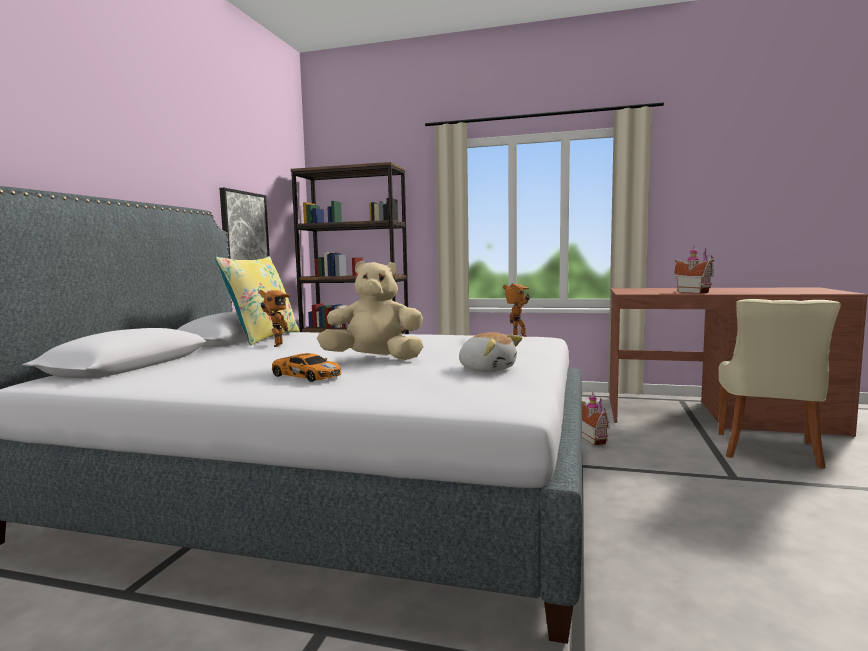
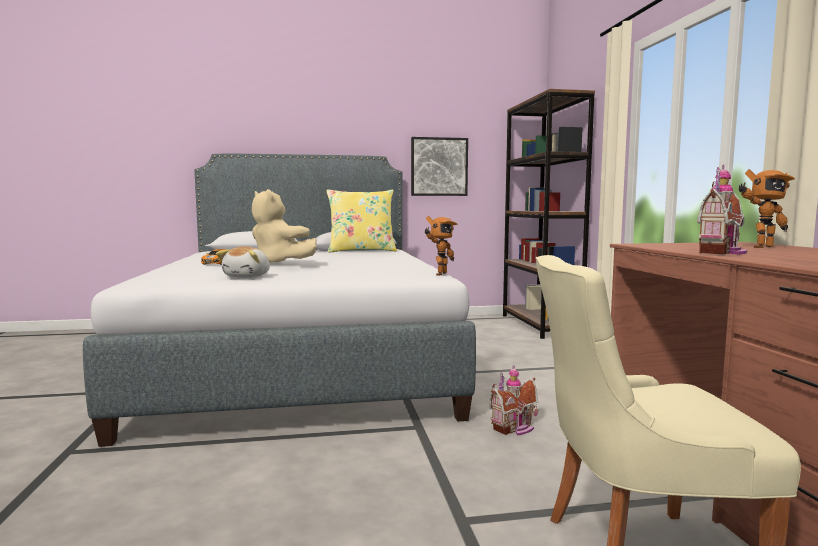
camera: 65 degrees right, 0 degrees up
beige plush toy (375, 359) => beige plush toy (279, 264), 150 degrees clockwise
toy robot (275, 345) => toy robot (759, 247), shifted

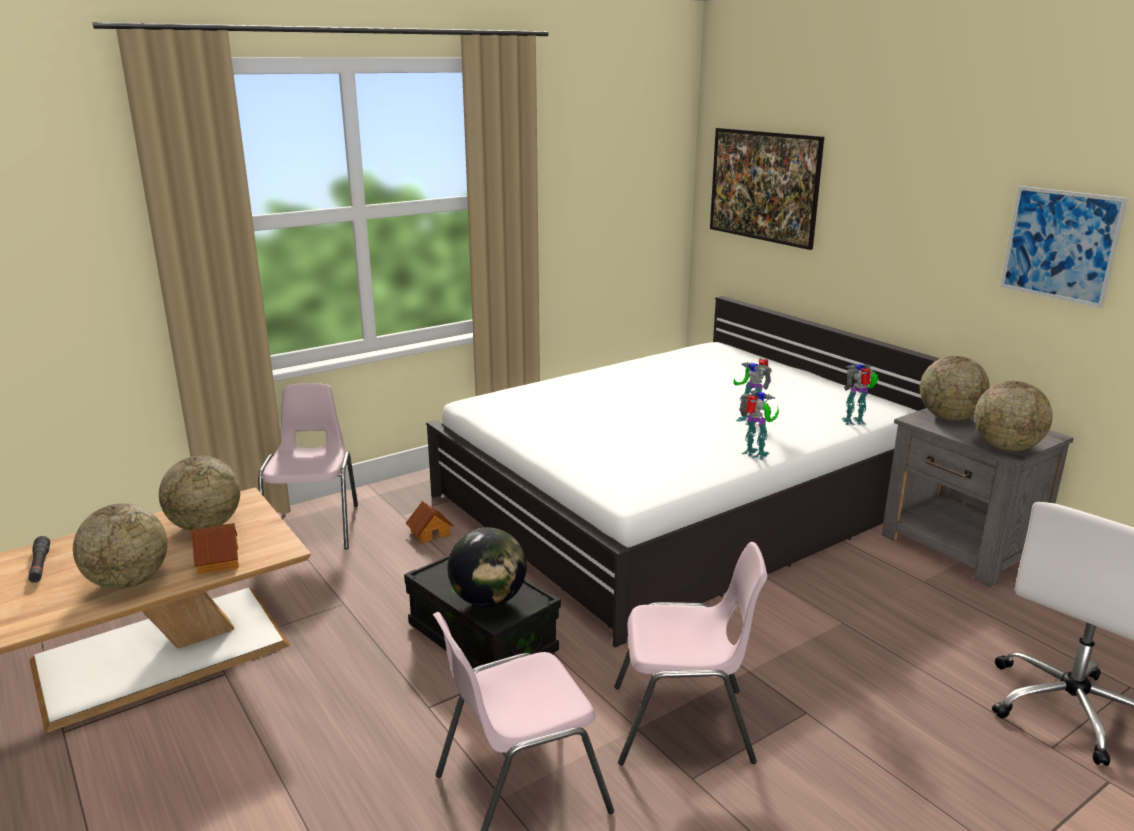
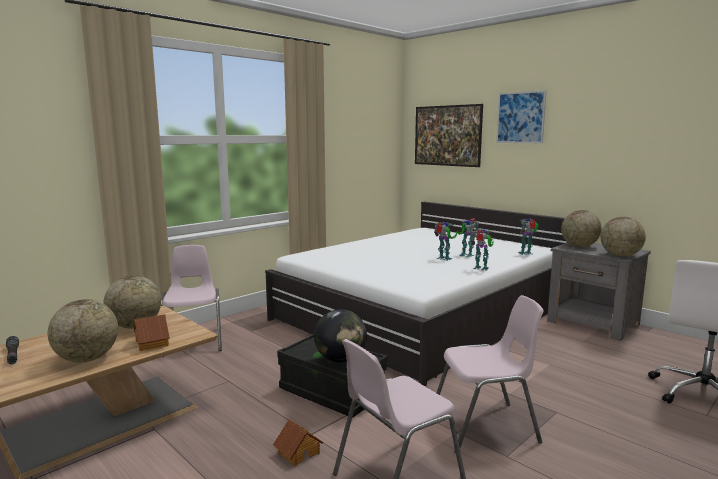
camera: 10 degrees left, 10 degrees down
picture (1060, 245) => picture (520, 117), shifted
toy house (430, 533) => toy house (298, 452), shifted
nothing => toy robot (444, 259)

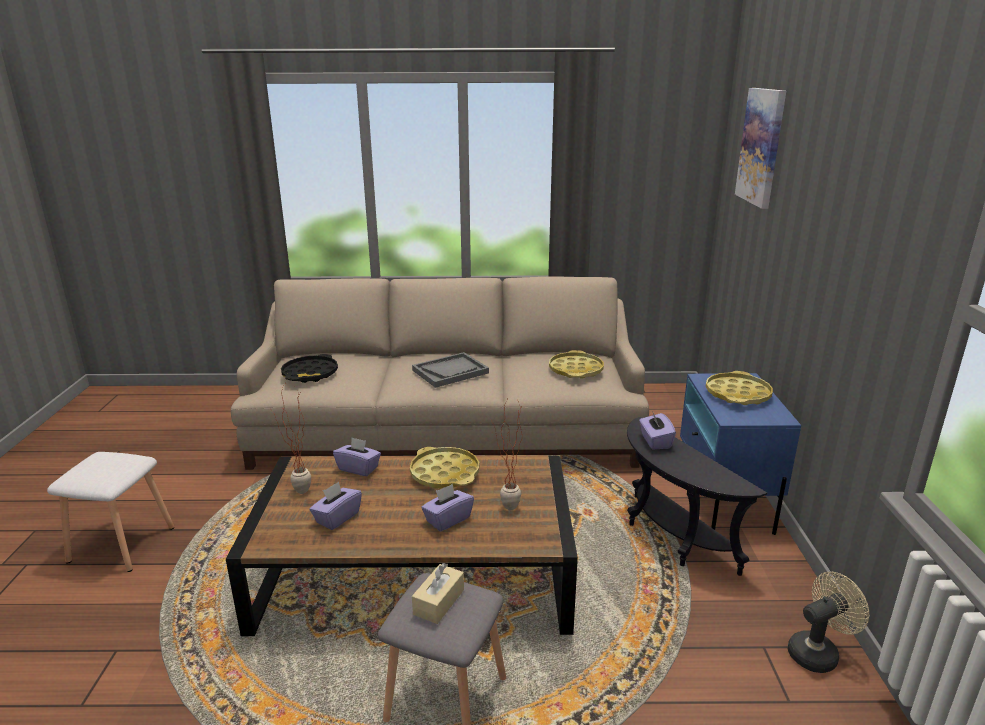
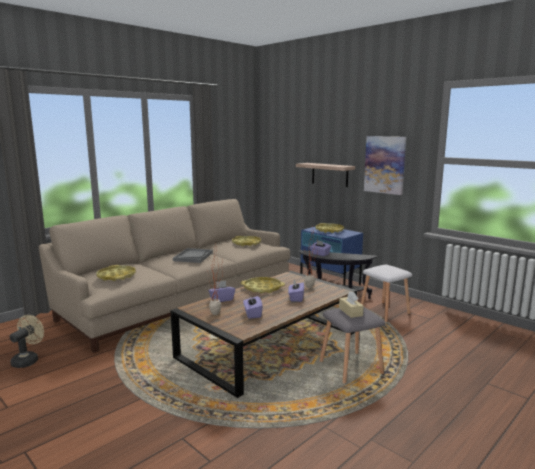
camera: 45 degrees left, 10 degrees down
picture (761, 146) => picture (385, 164), shifted
black tray (310, 374) => yellow tray (116, 276)
white stool (124, 544) => white stool (384, 312), shifted
beige fan (818, 652) => beige fan (28, 360), shifted
nothing => shelf (329, 174)

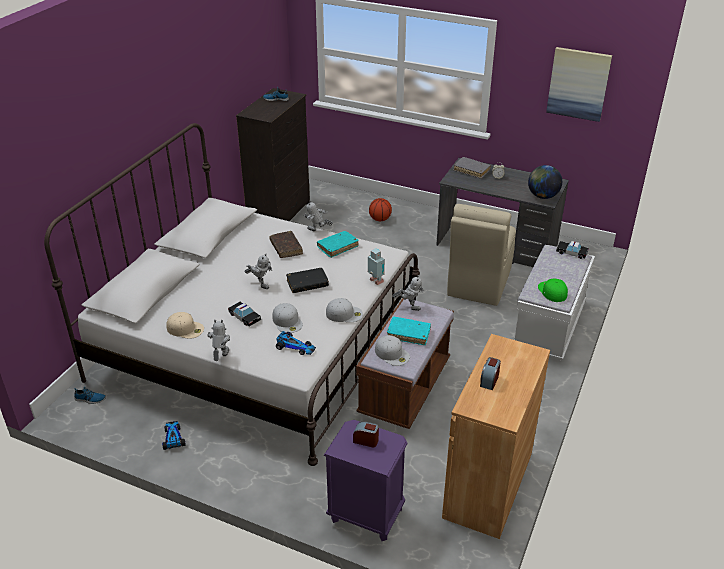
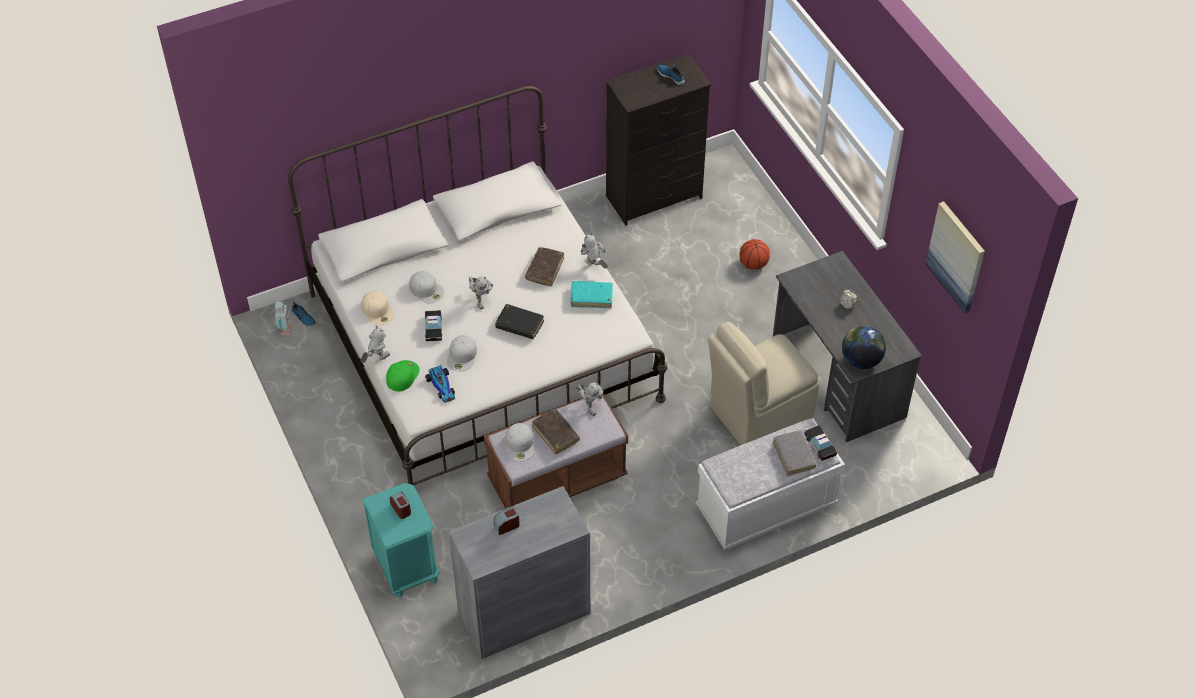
camera: 40 degrees right, 15 degrees up
grey book (471, 171) => grey book (793, 456), shifted
toy robot (376, 282) => toy robot (284, 330), shifted
green cap (552, 291) => green cap (402, 375), shifted
white cap (344, 314) => white cap (427, 289), shifted
turquoise book (408, 334) => brown book (555, 434)
brown cabinet (488, 485) => grey cabinet (524, 612)
purple nightstand (366, 515) => turquoise nightstand (406, 568)
toy car (173, 437) => nothing

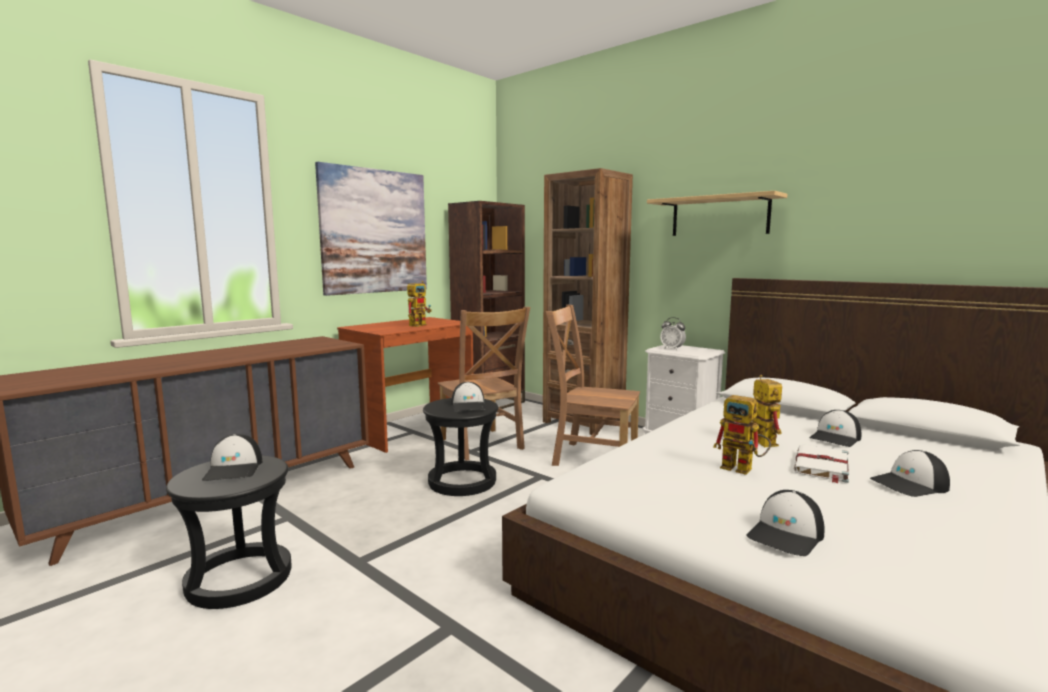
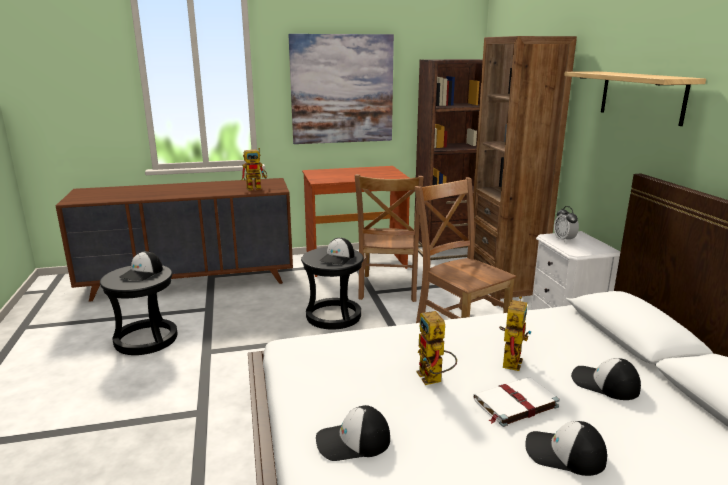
camera: 35 degrees right, 10 degrees up
toy robot (419, 325) => toy robot (257, 188), shifted
cap (836, 438) => cap (604, 383), 45 degrees clockwise

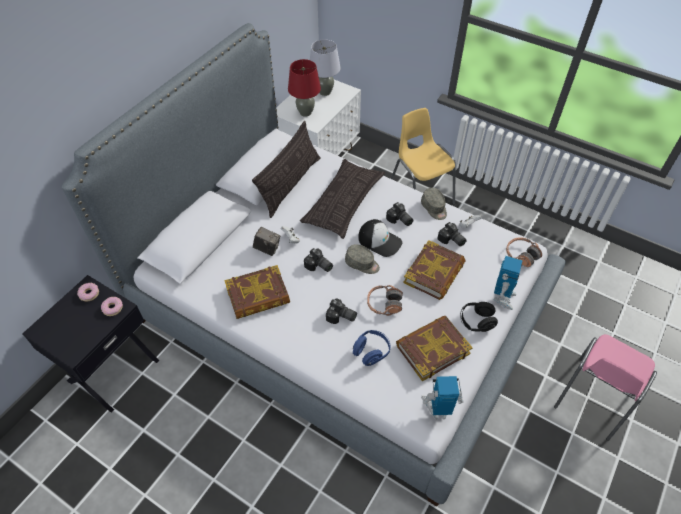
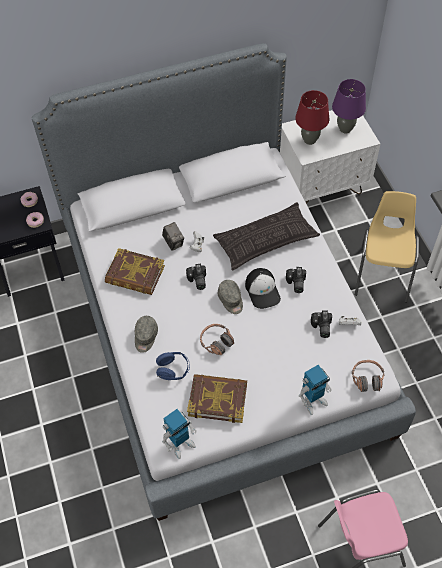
camera: 40 degrees right, 5 degrees up
grey table lamp (325, 92) => purple table lamp (345, 129)
pillow (290, 184) => nothing
grey cap (434, 208) => grey cap (145, 337), shifted
book (434, 273) => nothing
photo camera (341, 317) => nothing
black headphones (476, 322) => nothing
toy robot (438, 410) => toy robot (180, 444), 105 degrees clockwise

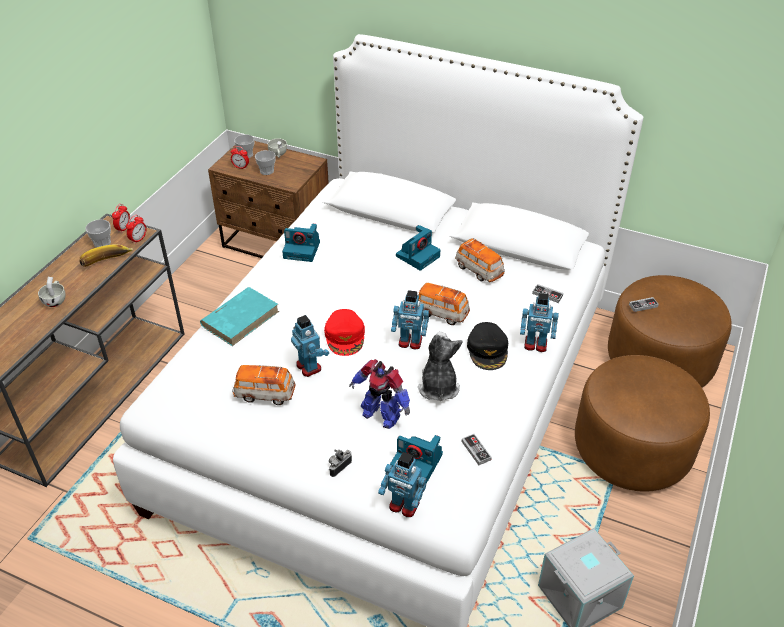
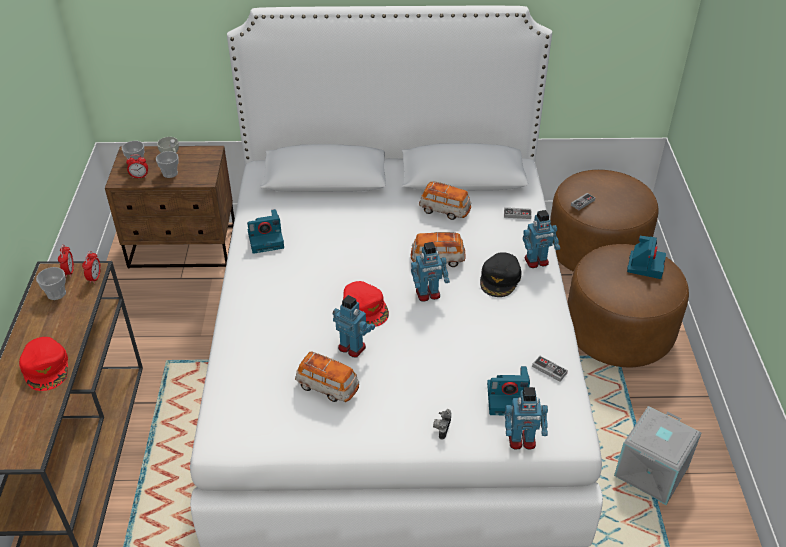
camera: 25 degrees left, 0 degrees up
photo camera (418, 256) => photo camera (645, 265), shifted
banana (107, 263) => nothing
white cup (55, 300) => red cap (46, 367)
turquoise book (241, 318) => nothing
black cap (488, 350) => black cap (500, 279), 45 degrees clockwise
plush toy (438, 387) => nothing
toy robot (381, 415) => nothing
toy car (264, 394) => toy car (327, 387), 135 degrees counterclockwise

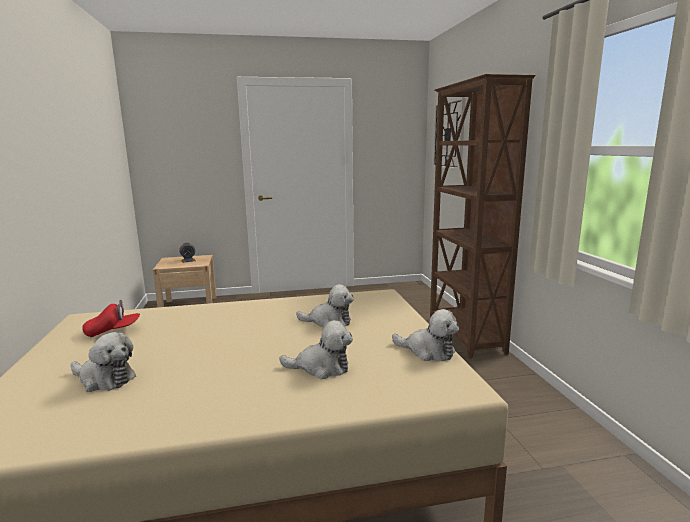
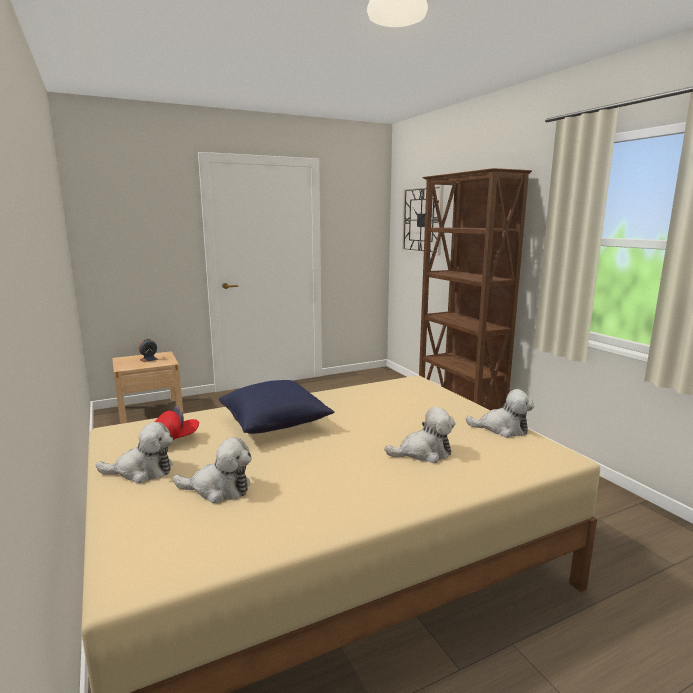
camera: 15 degrees left, 0 degrees up
plush toy (329, 322) => plush toy (142, 471), shifted
nothing => blue pillow (275, 424)

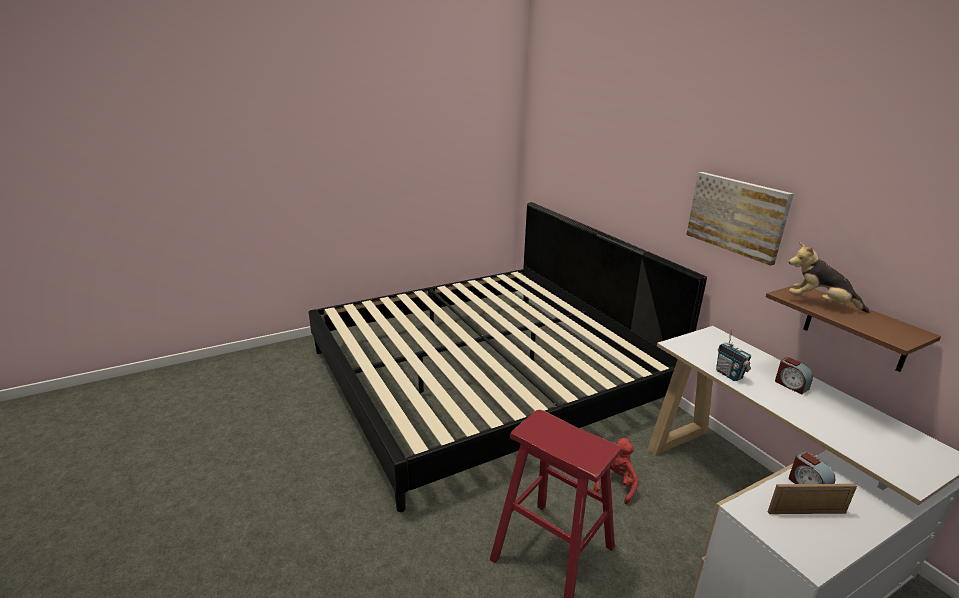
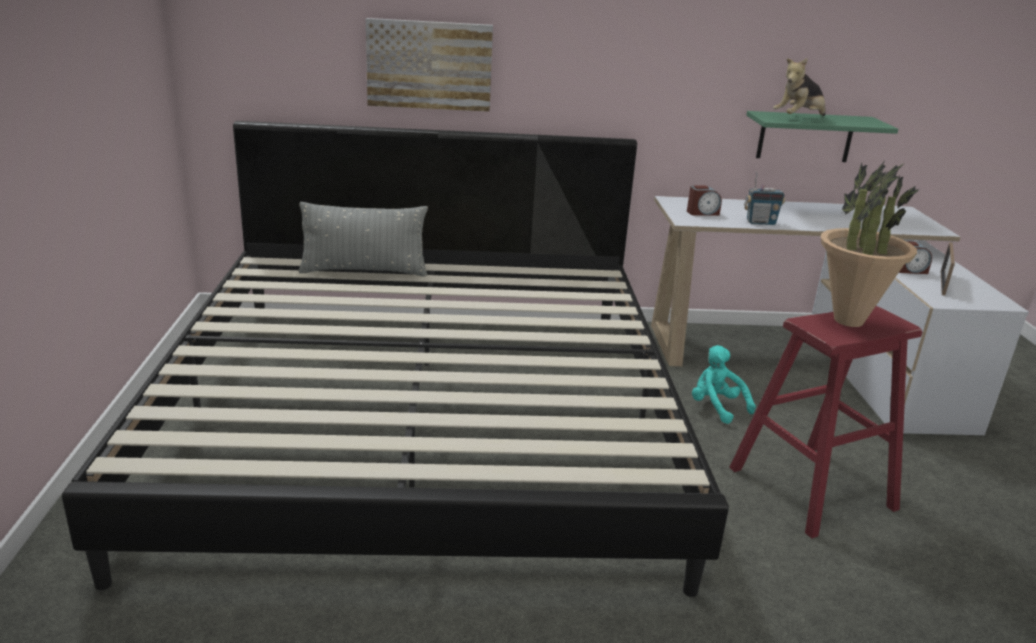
camera: 65 degrees left, 0 degrees up
picture (736, 215) => picture (429, 65), shifted
brown shelf (856, 328) => green shelf (805, 137)
alarm clock (791, 385) => alarm clock (702, 213), shifted
red plush toy (615, 483) => turquoise plush toy (716, 407)
nothing => potted plant (848, 320)
nothing => grey pillow (364, 271)

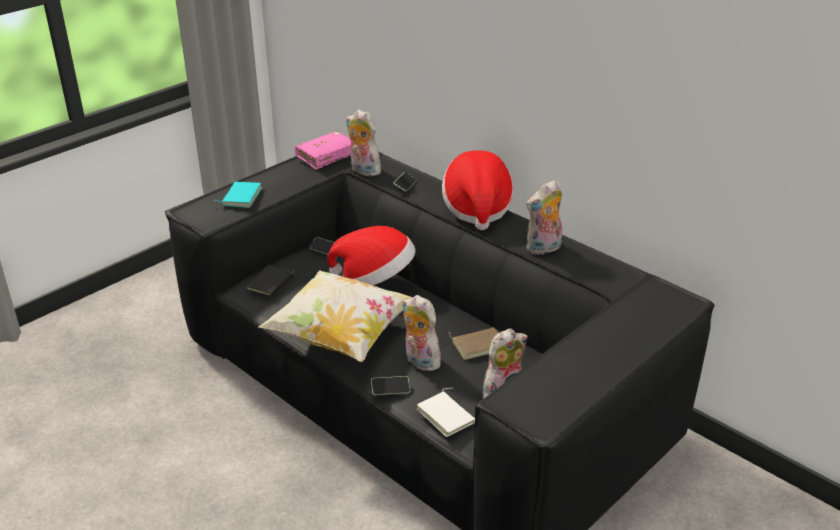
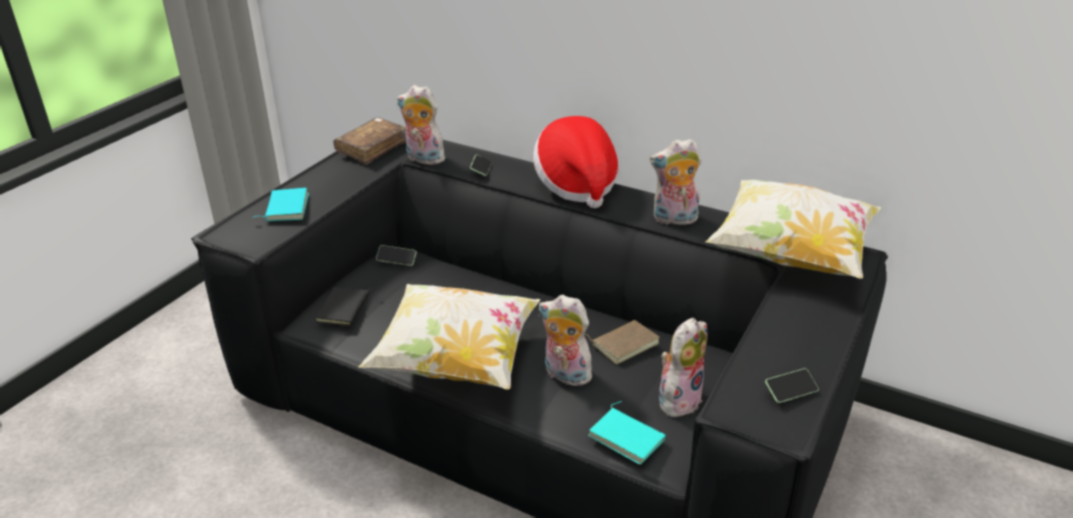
camera: 15 degrees left, 0 degrees up
pink book (326, 156) => brown book (371, 148)
plush toy (543, 249) => plush toy (674, 220), 45 degrees clockwise
hat (375, 279) => nothing
phone (390, 390) => phone (790, 391), shifted
white book (447, 415) => turquoise book (628, 437)
nothing => pillow (790, 255)

